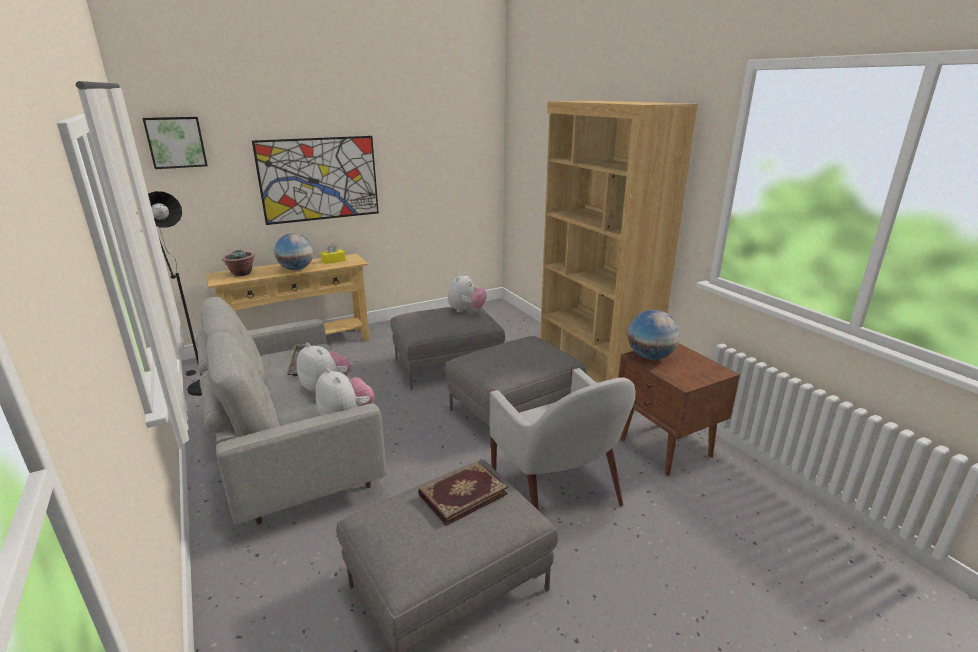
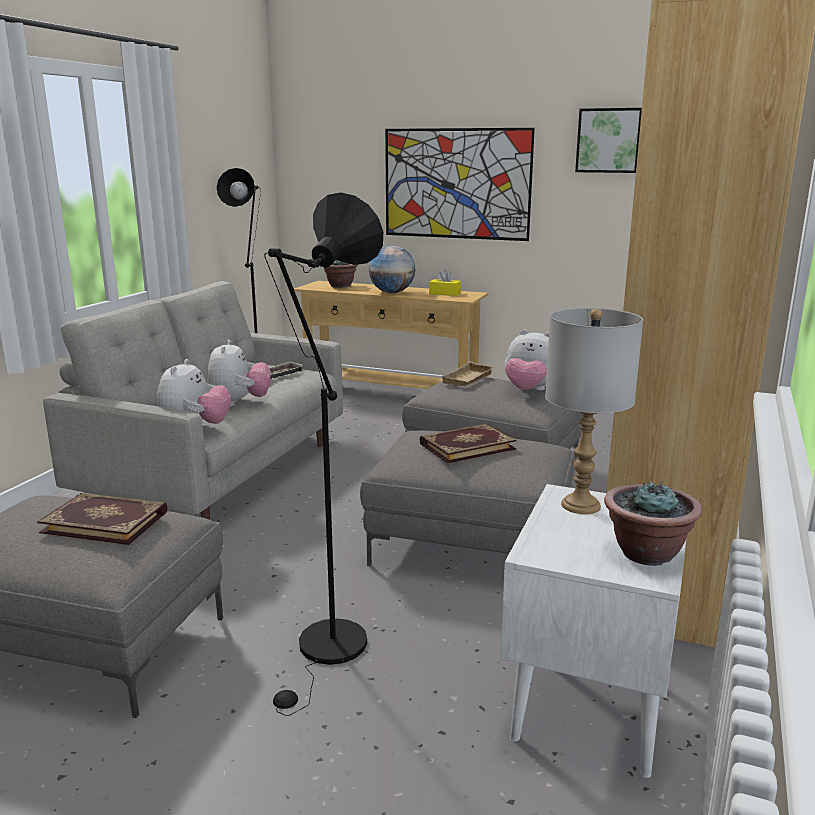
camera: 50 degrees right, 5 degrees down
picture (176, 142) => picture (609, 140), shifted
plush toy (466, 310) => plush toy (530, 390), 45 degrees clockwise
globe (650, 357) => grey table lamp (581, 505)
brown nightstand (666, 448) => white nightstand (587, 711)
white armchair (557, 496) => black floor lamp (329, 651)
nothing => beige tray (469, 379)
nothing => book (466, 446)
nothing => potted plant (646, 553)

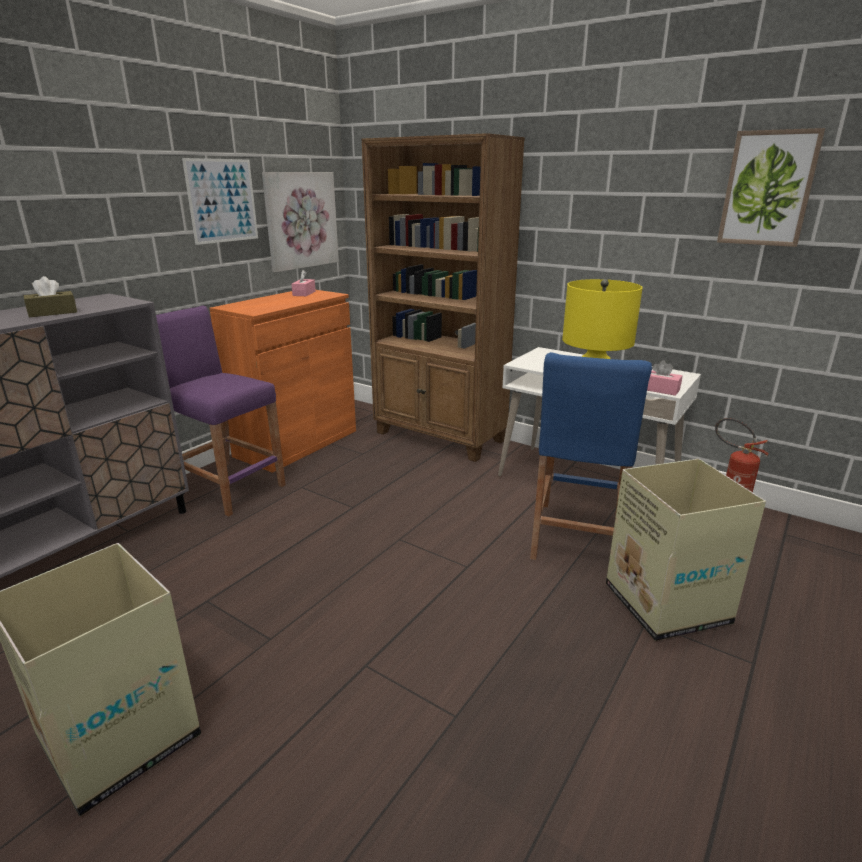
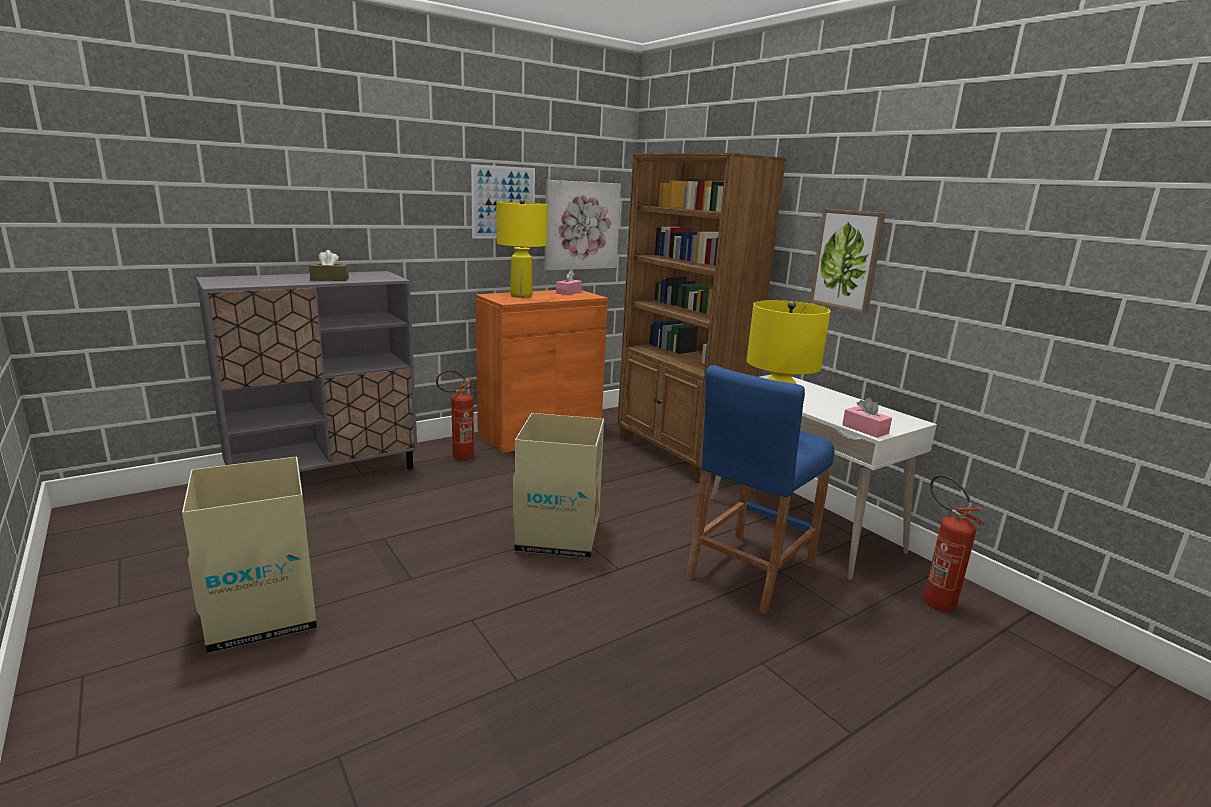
camera: 20 degrees right, 5 degrees down
picture (768, 189) => picture (847, 260), shifted
purple stool (228, 487) => fire extinguisher (458, 457)
cardboard box (665, 602) => cardboard box (559, 535), shifted
nothing => yellow table lamp (521, 296)

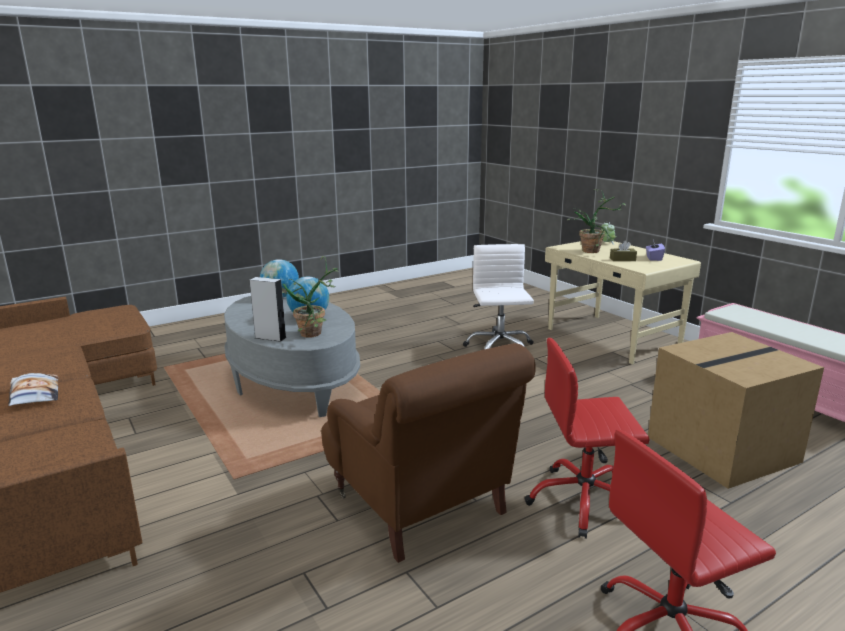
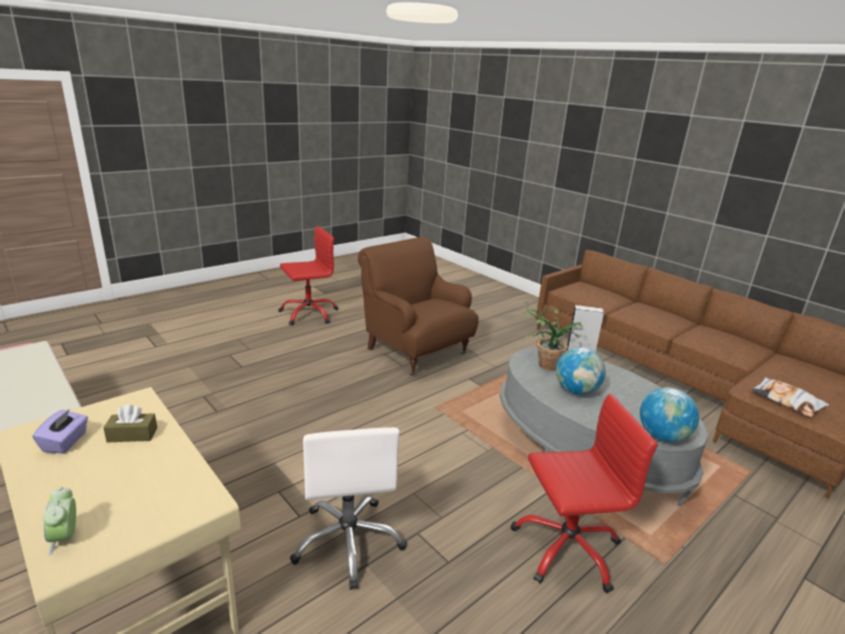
camera: 170 degrees right, 5 degrees up
potted plant (595, 251) => nothing
cardboard box (722, 448) => nothing
red office chair (583, 501) => red office chair (566, 547), shifted
pillow (34, 395) => pillow (786, 401), shifted

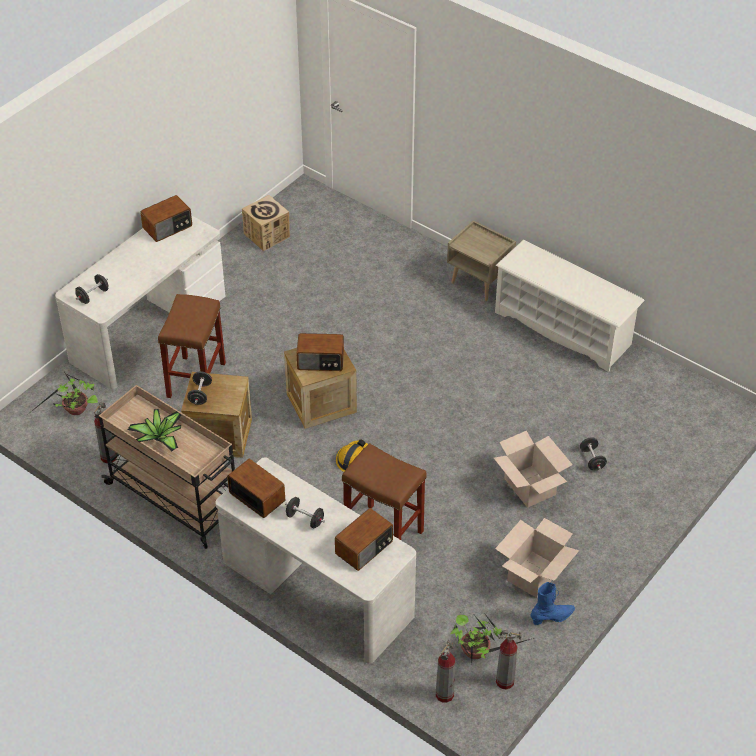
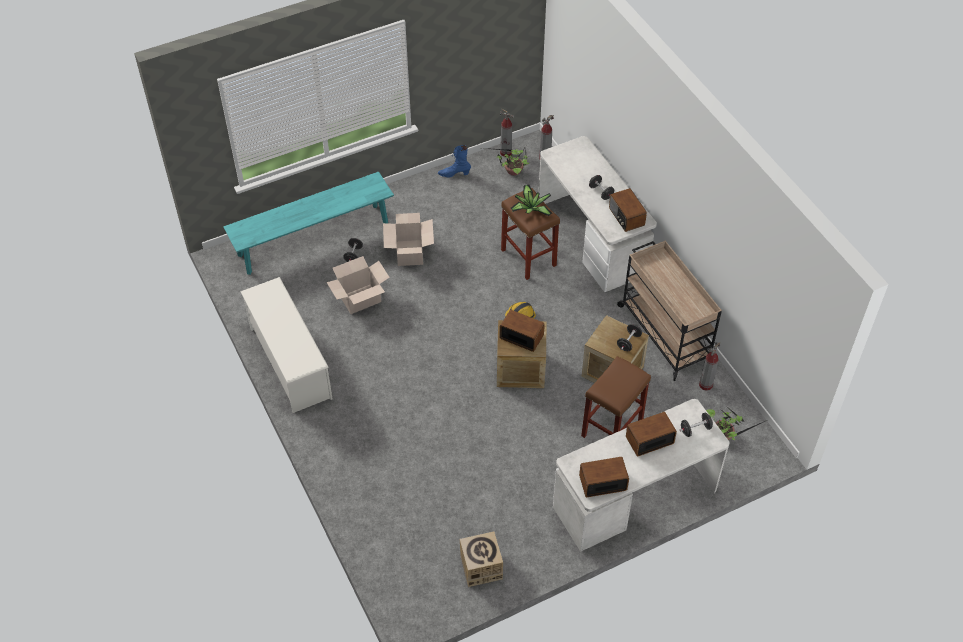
camera: 155 degrees left, 5 degrees up
beige nightstand (480, 282) => nothing
potted plant (160, 437) => potted plant (530, 209), shifted
radio (365, 548) => radio (649, 440), shifted
cardboard box (534, 575) => cardboard box (360, 299), shifted
nothing => turquoise bench (313, 239)

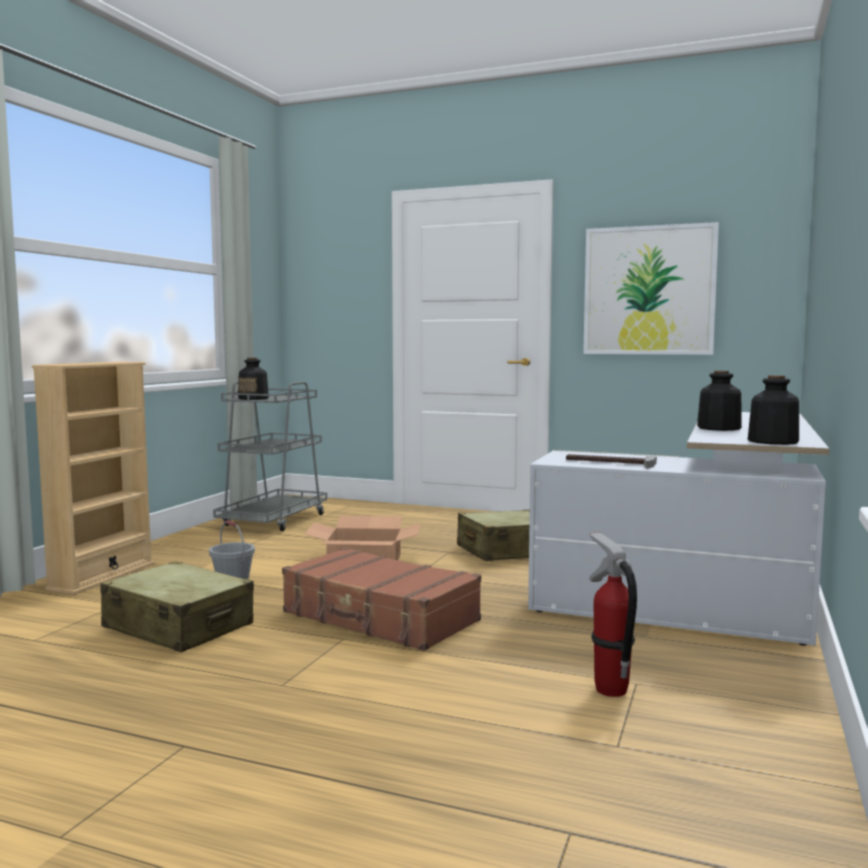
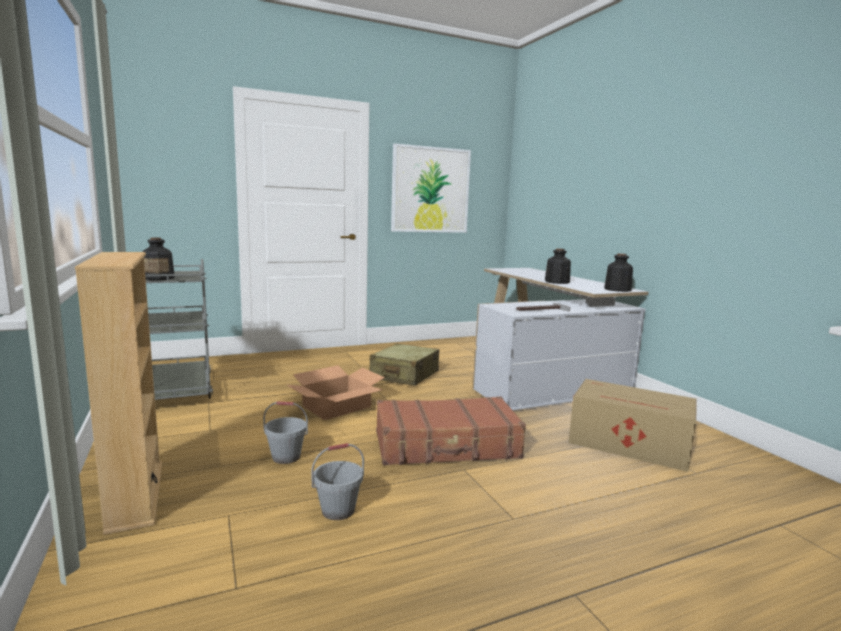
camera: 45 degrees left, 5 degrees up
fire extinguisher (610, 689) => cardboard box (631, 444)
beige suitcase (178, 627) => grey bucket (338, 510)

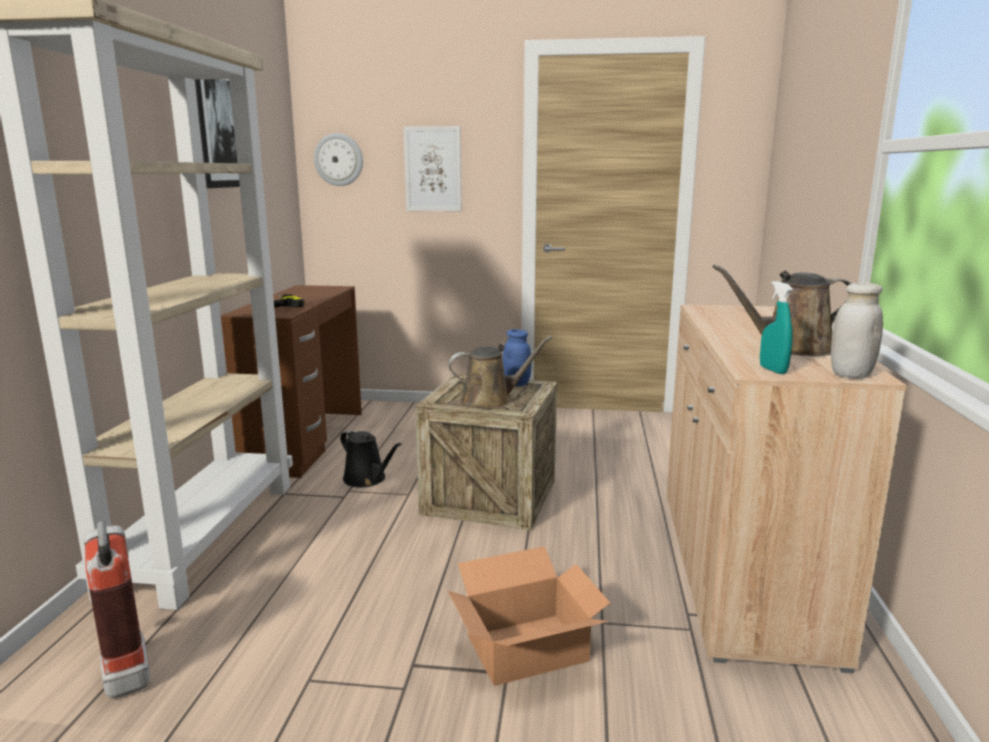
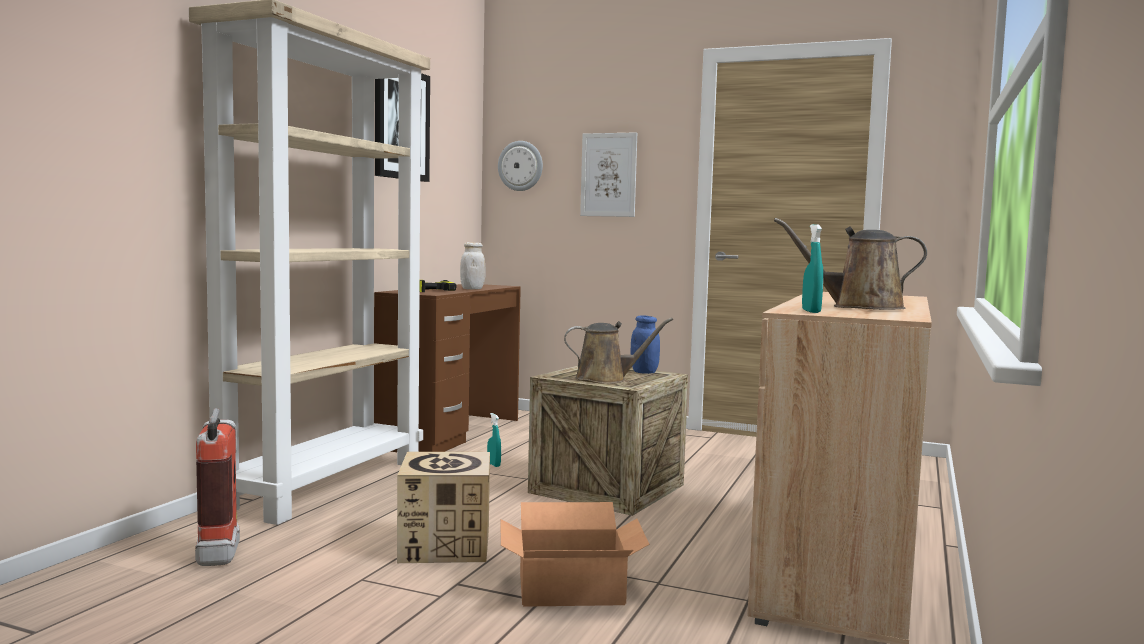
camera: 15 degrees right, 10 degrees down
white jar (850, 374) => white jar (472, 289), shifted
black watering can (367, 479) => turquoise spray bottle (493, 464)
nothing => cardboard box (445, 546)

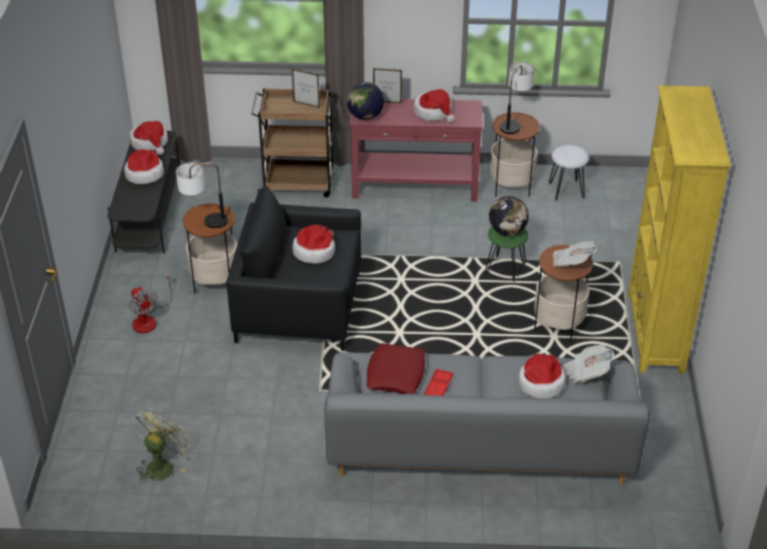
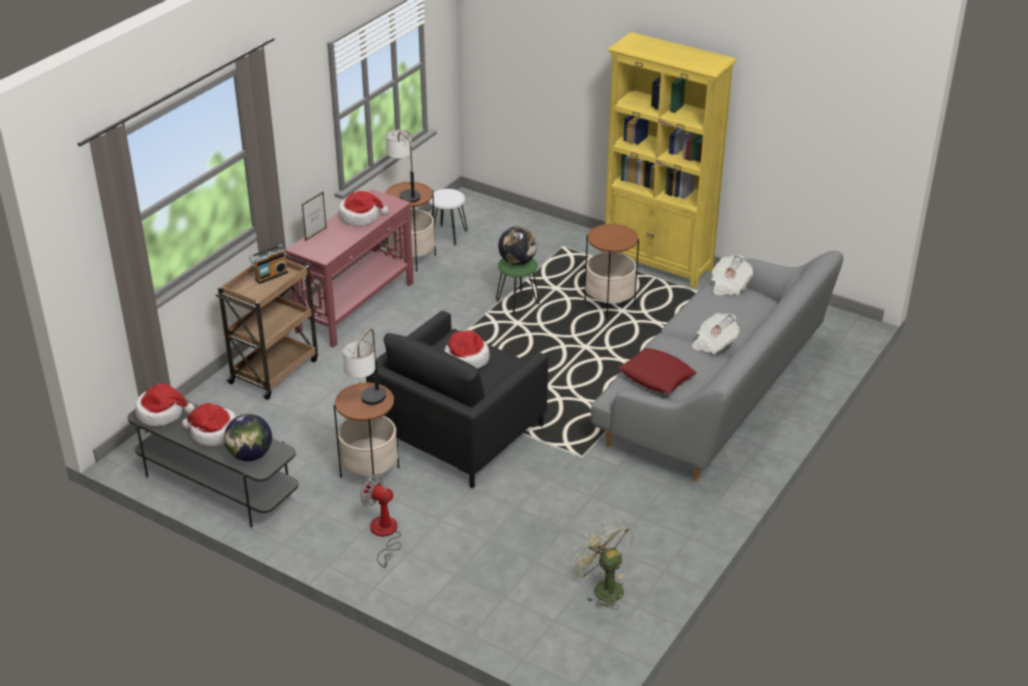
camera: 60 degrees left, 5 degrees down
picture frame (306, 105) => radio (270, 275)
globe (365, 116) => globe (250, 455), shifted
newspaper (571, 262) => newspaper (714, 343), shifted
fan (149, 319) => fan (384, 534), 150 degrees counterclockwise
hat (540, 383) => nothing
red tray (438, 386) => nothing

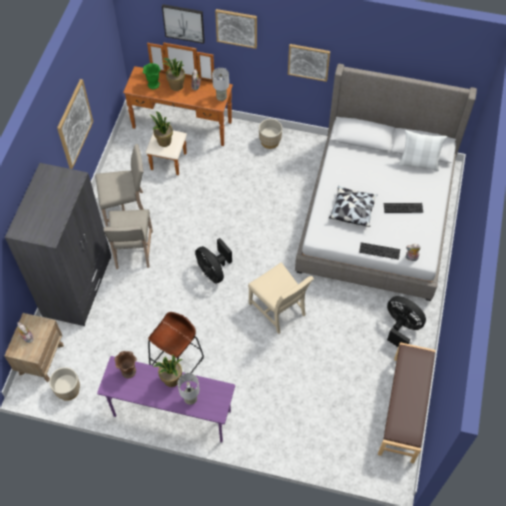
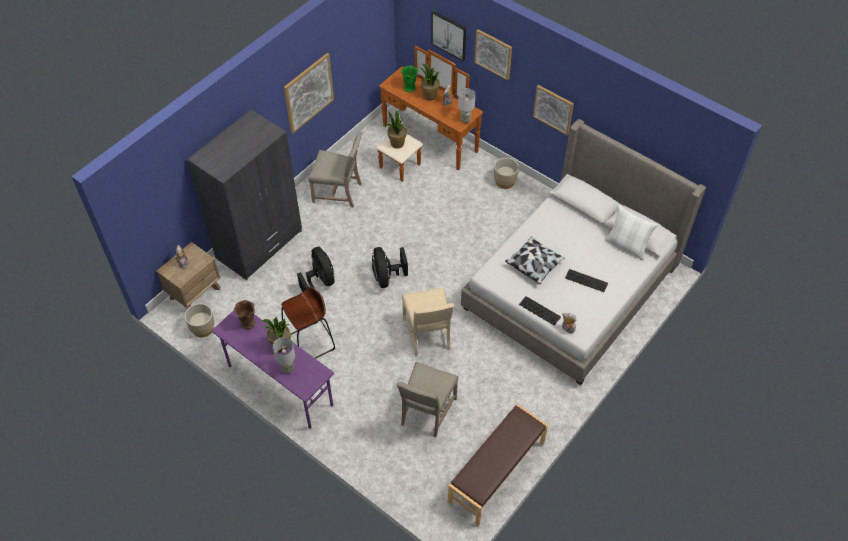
camera: 25 degrees right, 5 degrees down
beige chair (133, 251) => beige chair (426, 412), shifted
black fan (401, 327) => black fan (320, 281), shifted

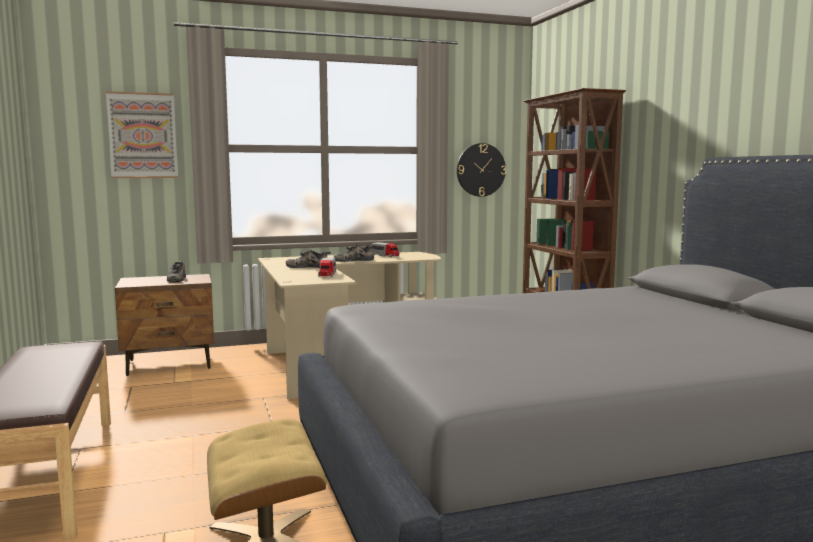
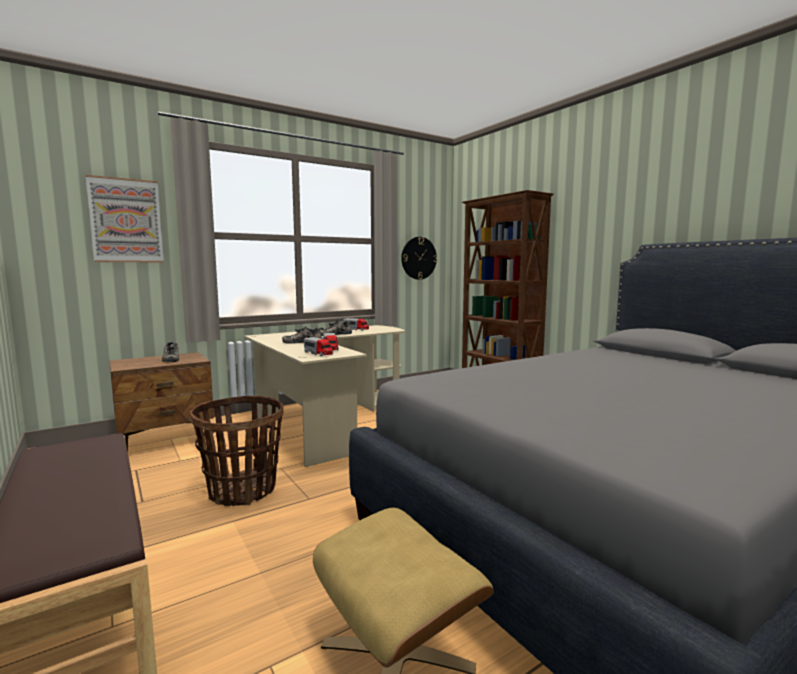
camera: 15 degrees left, 0 degrees up
nothing => toy truck (318, 353)
nothing => basket (242, 490)

